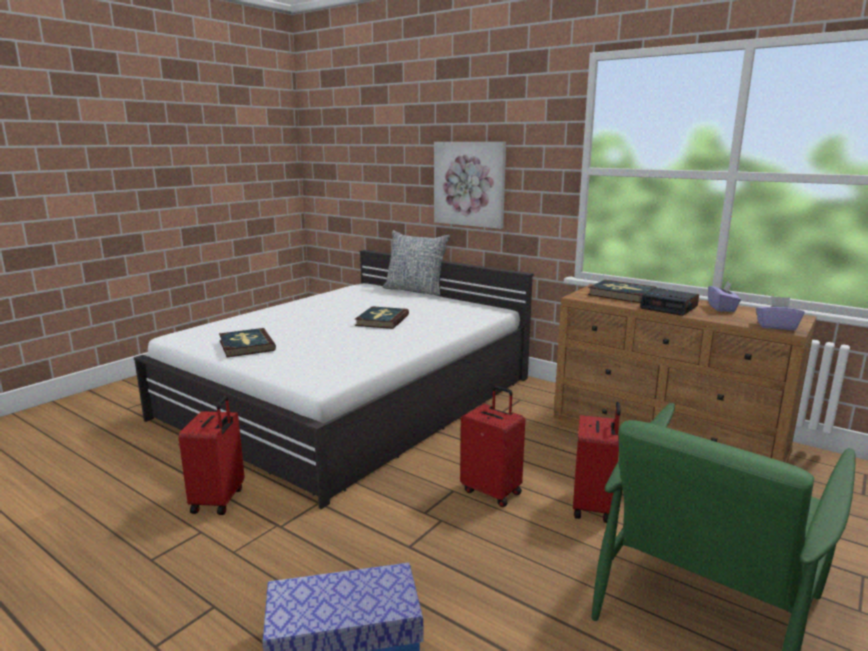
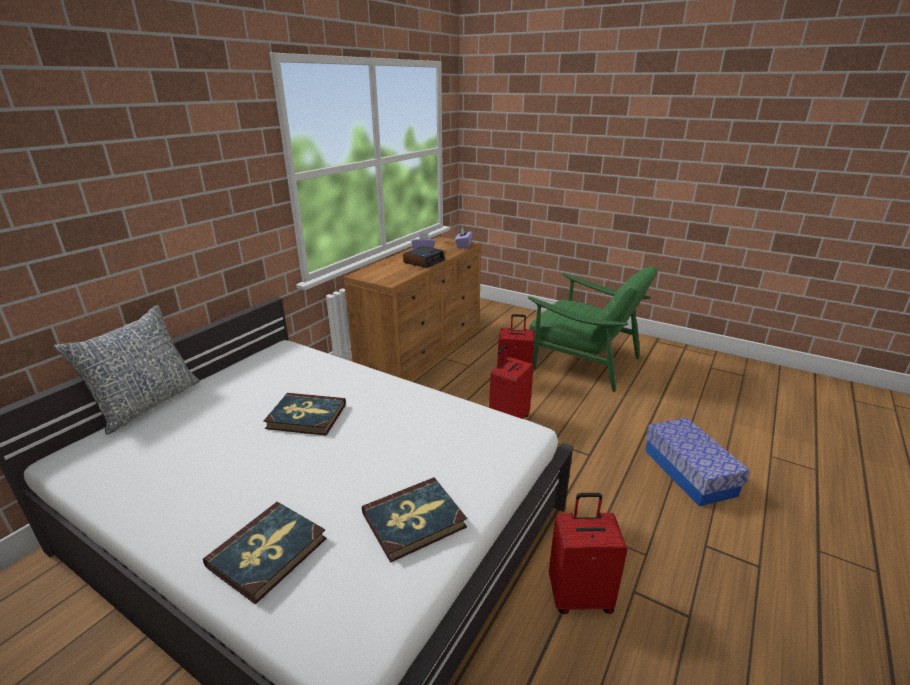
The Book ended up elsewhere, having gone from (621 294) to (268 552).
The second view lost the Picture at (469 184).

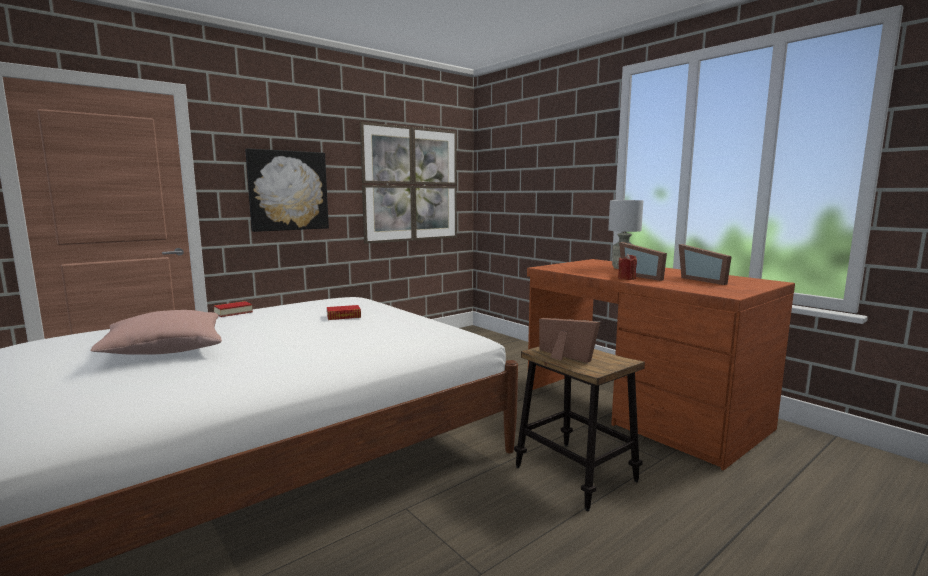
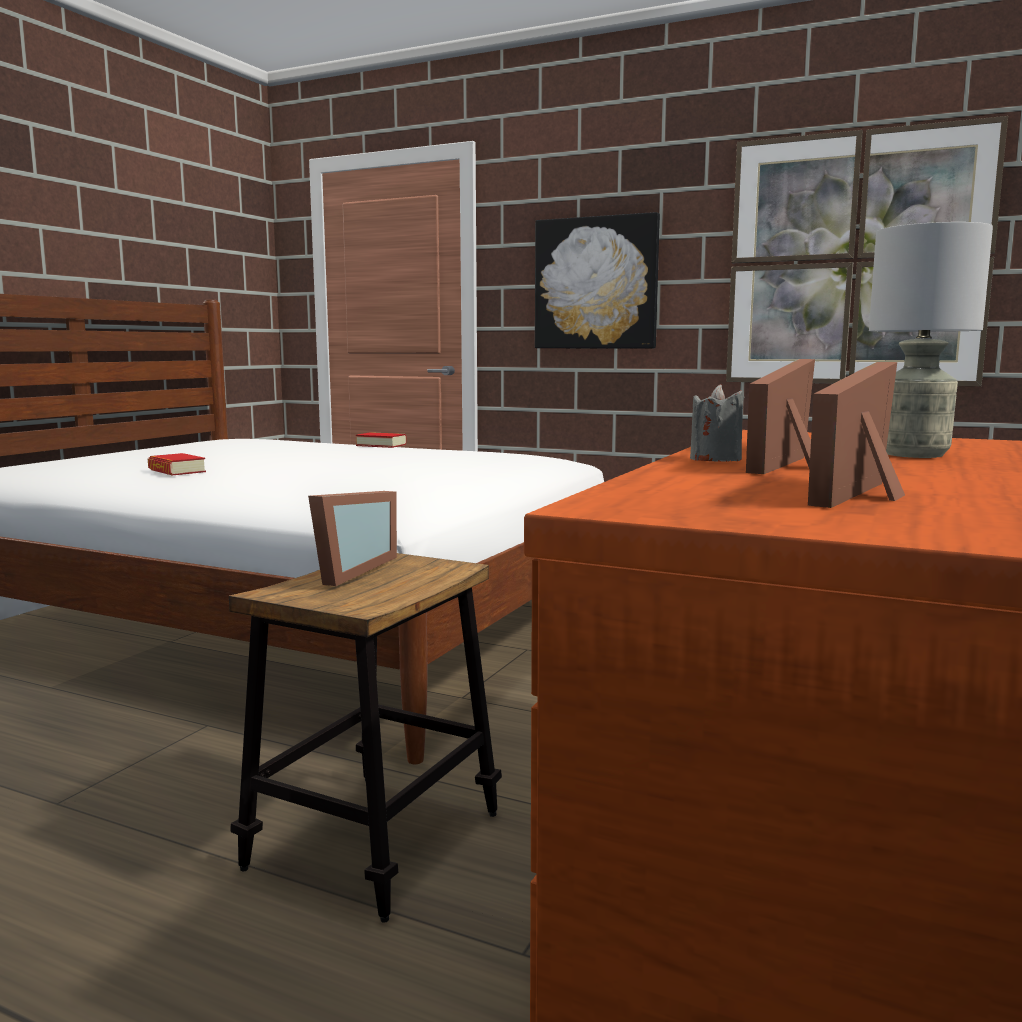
The Book ended up elsewhere, having gone from (343 316) to (177 471).
What was the RedCandle at (626 278) turned into the GreyCandle at (715 459).
The second view lost the PinkPillow at (165 350).

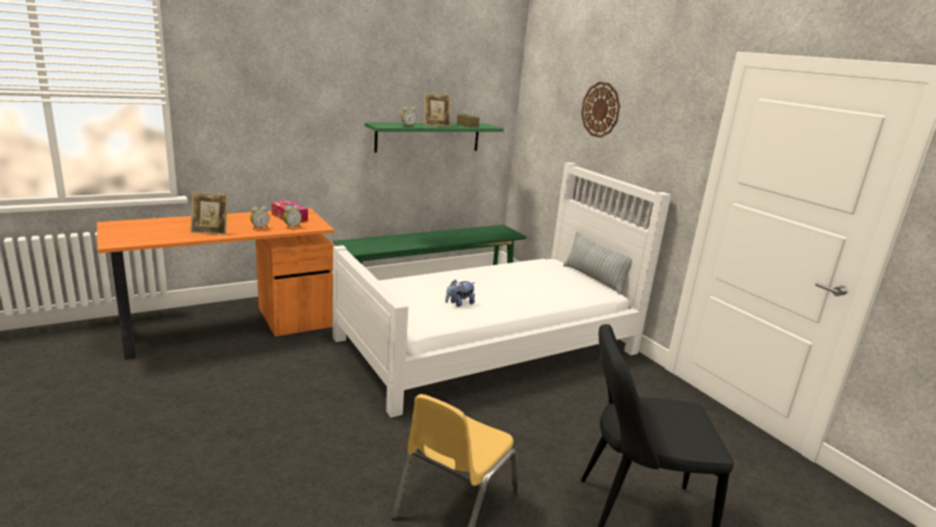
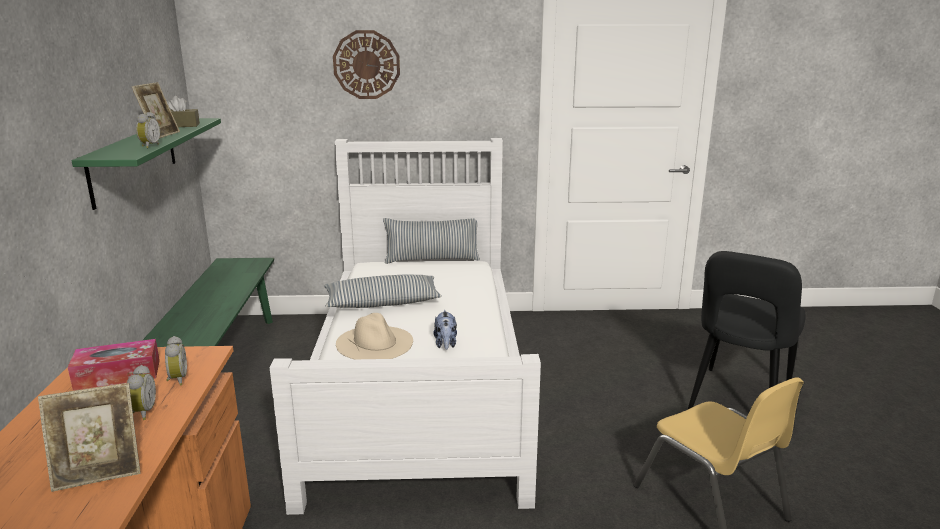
The PictureFrame at (210 232) ended up facing another way, 45 degrees clockwise from before.
The second view gained the Pillow at (383 302).
The second view gained the BeigeHat at (375 342).

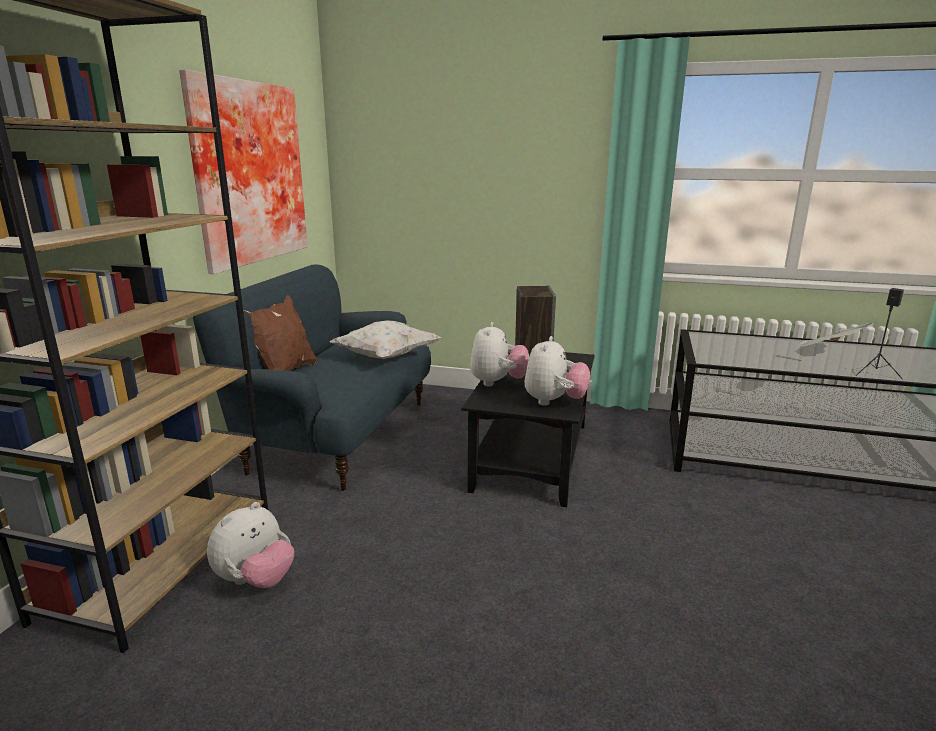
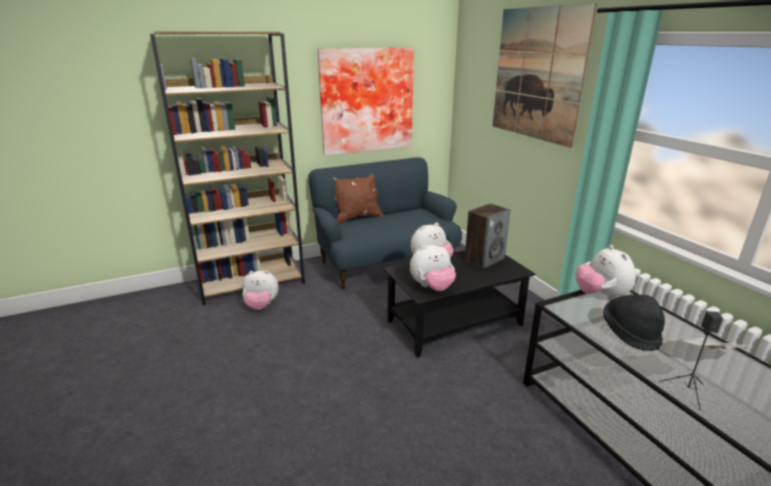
The second view gained the Picture at (537 74).
The second view gained the PlushToy at (600 295).
The second view gained the BlackHat at (630 333).
The second view lost the WhitePillow at (386 357).

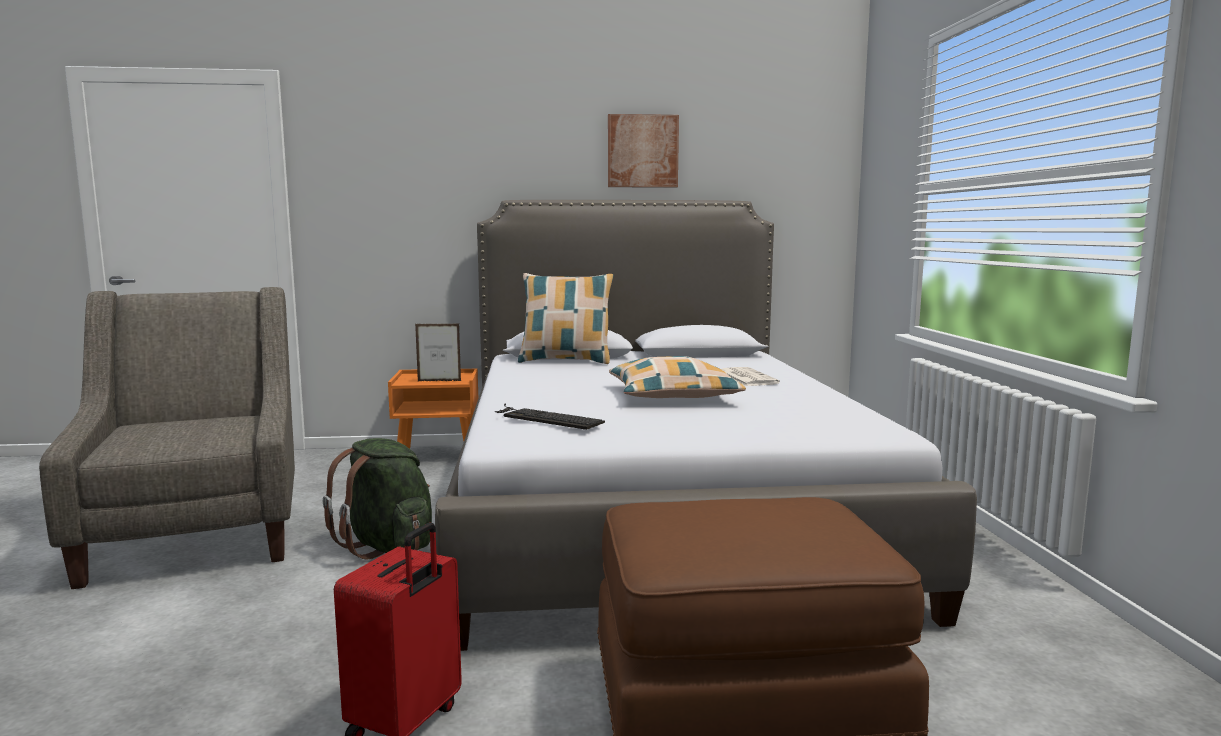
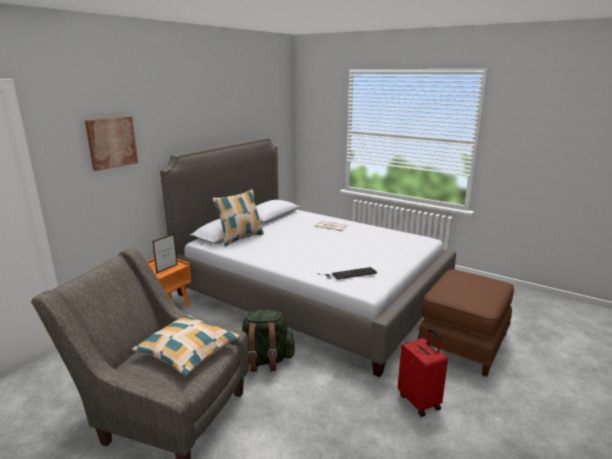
The Picture ended up elsewhere, having gone from (642 151) to (111 142).
The Pillow ended up elsewhere, having gone from (673 395) to (188 351).

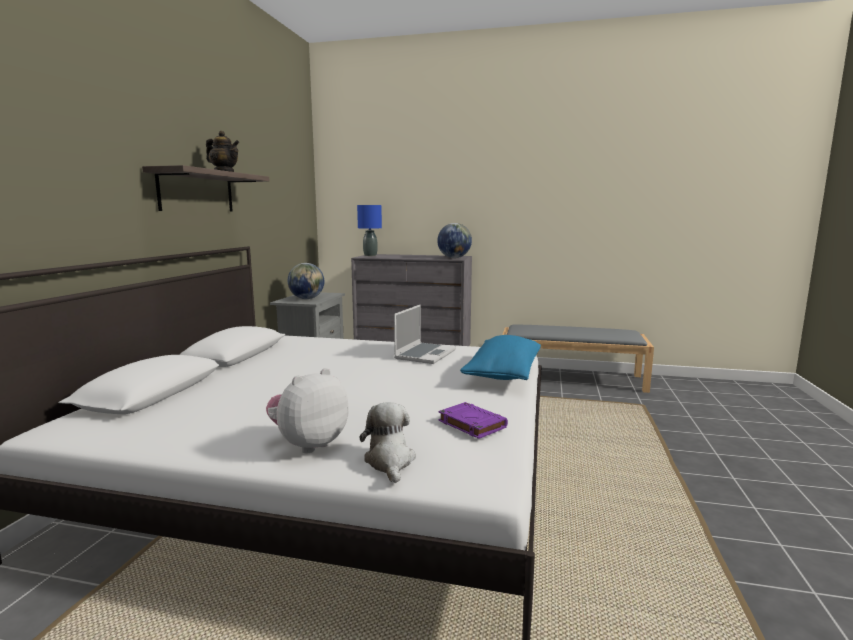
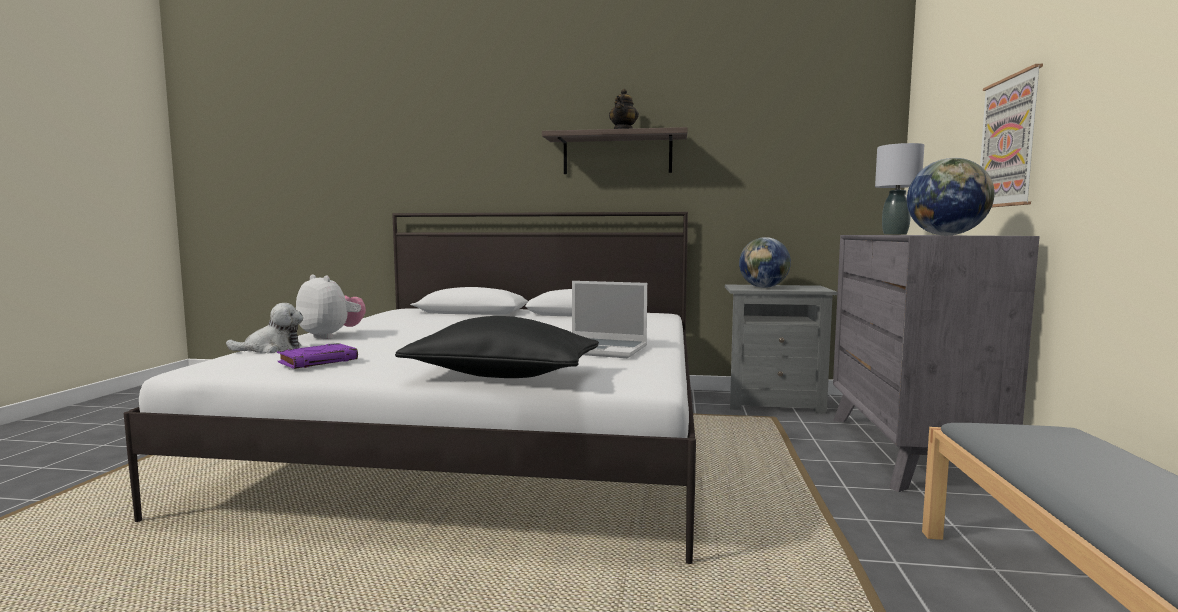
What was the BluePillow at (503 374) turned into the BlackPillow at (502 375).
What was the BlueTableLamp at (370 255) turned into the GreyTableLamp at (895 234).
The second view gained the Picture at (1008 142).

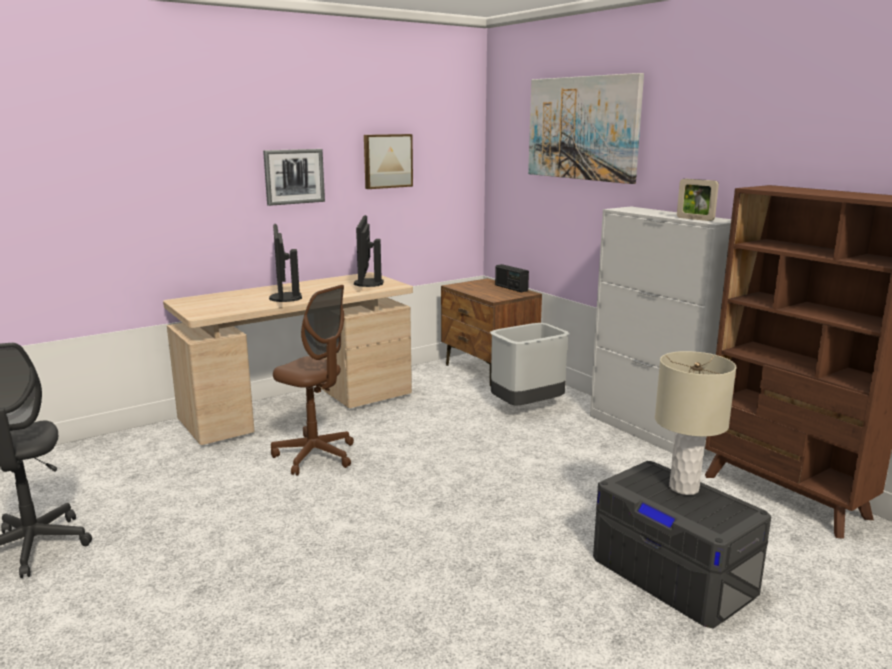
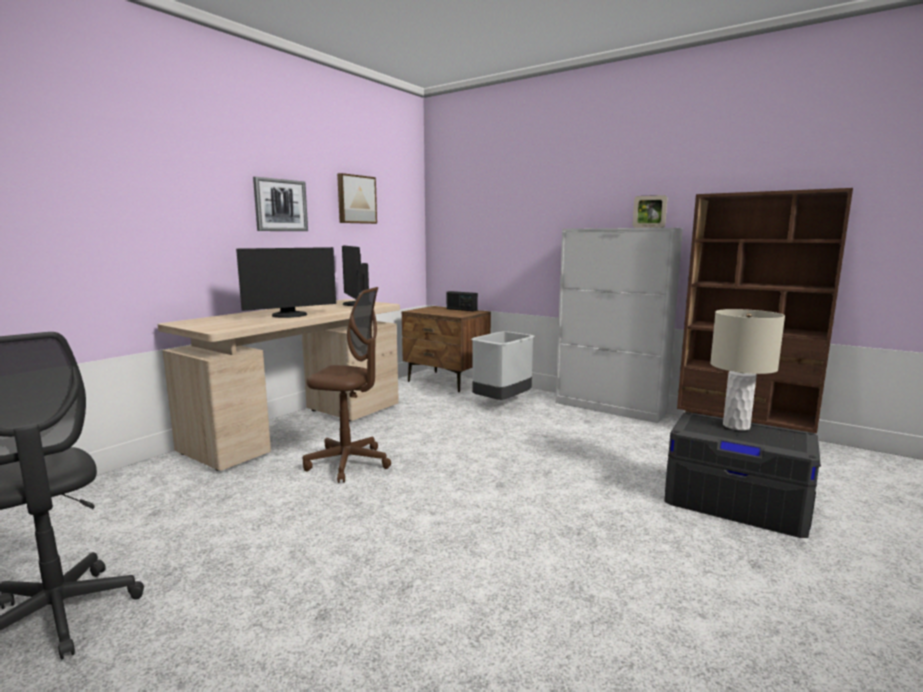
The Monitor at (284 298) ended up facing another way, 90 degrees counterclockwise from before.
The second view lost the Picture at (582 128).

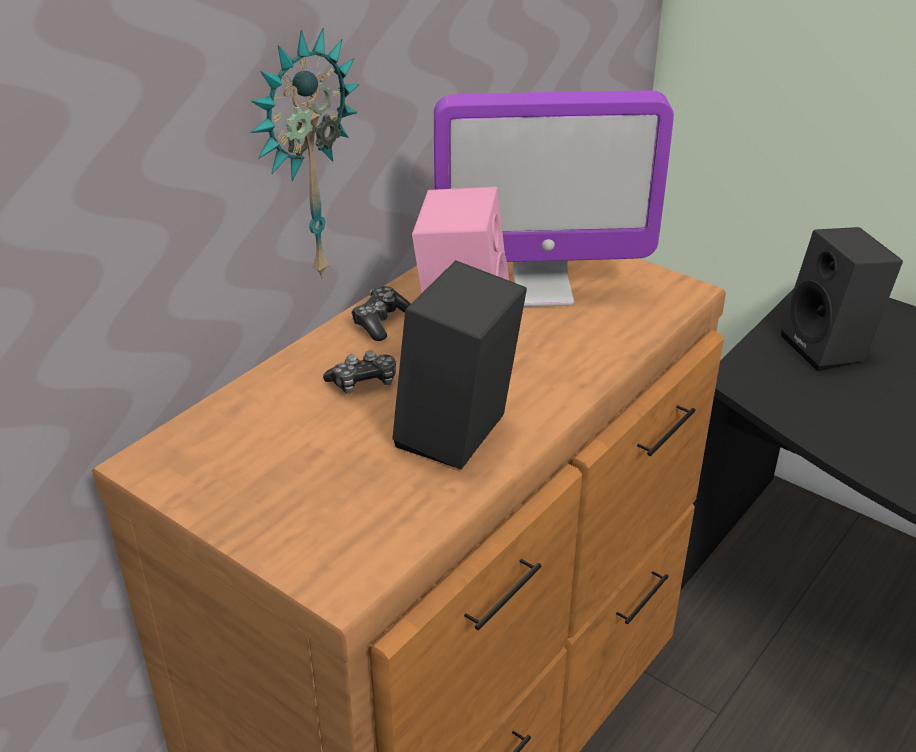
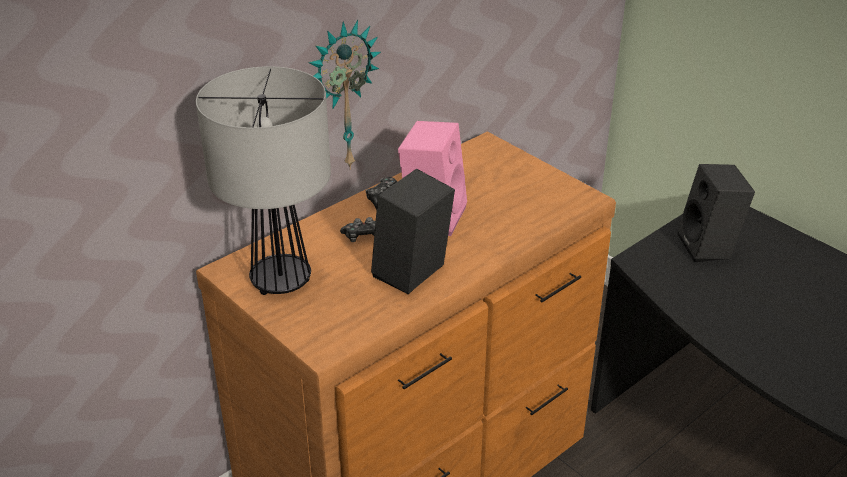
The second view gained the TableLamp at (280 280).
The second view lost the Monitor at (542 290).

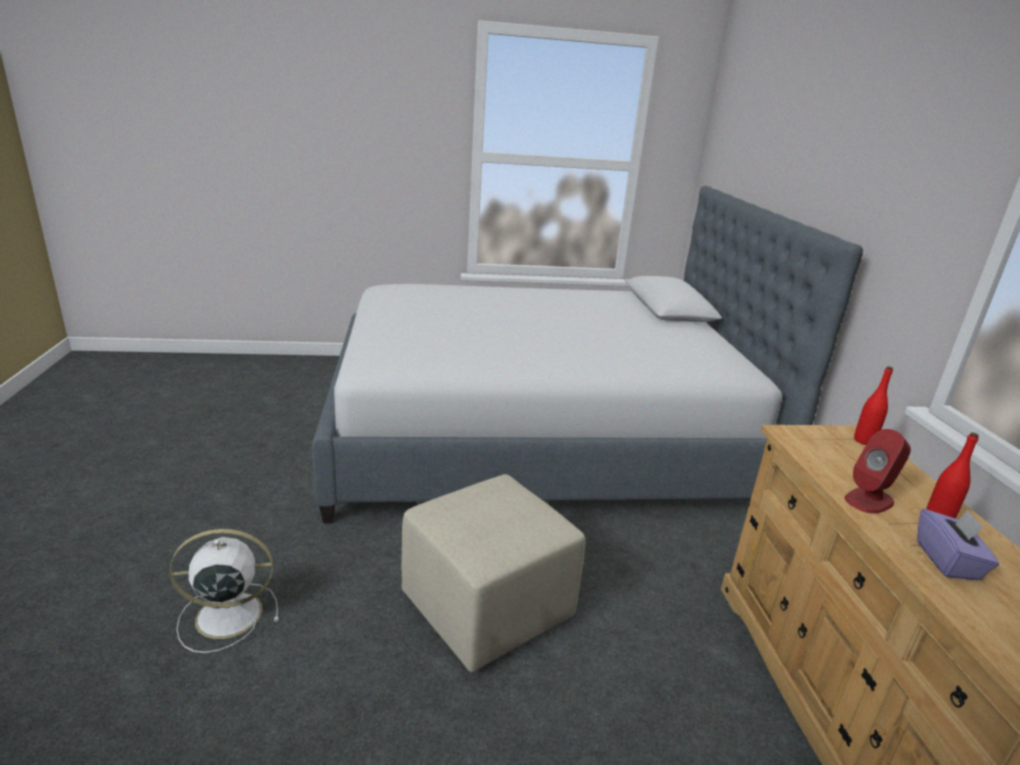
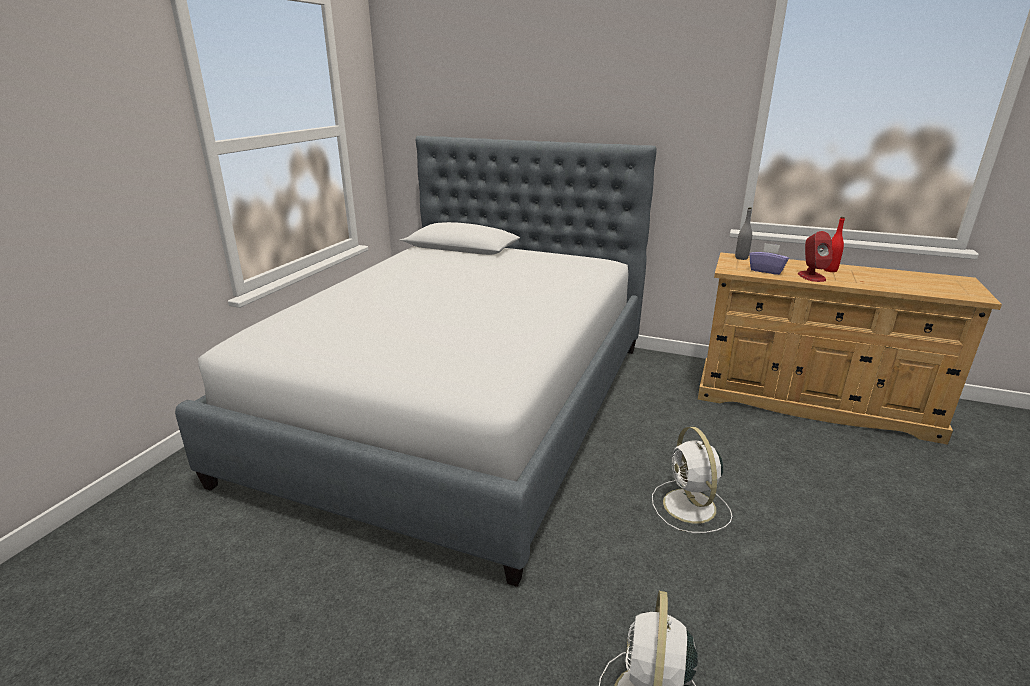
Where the BeigeOttoman stood at (486 609), the WhiteFan came to stand at (690 507).
What was the RedBottle at (864 441) turned into the GreyBottle at (741 258).
The PurpleTissueBox ended up elsewhere, having gone from (947 561) to (766 270).

